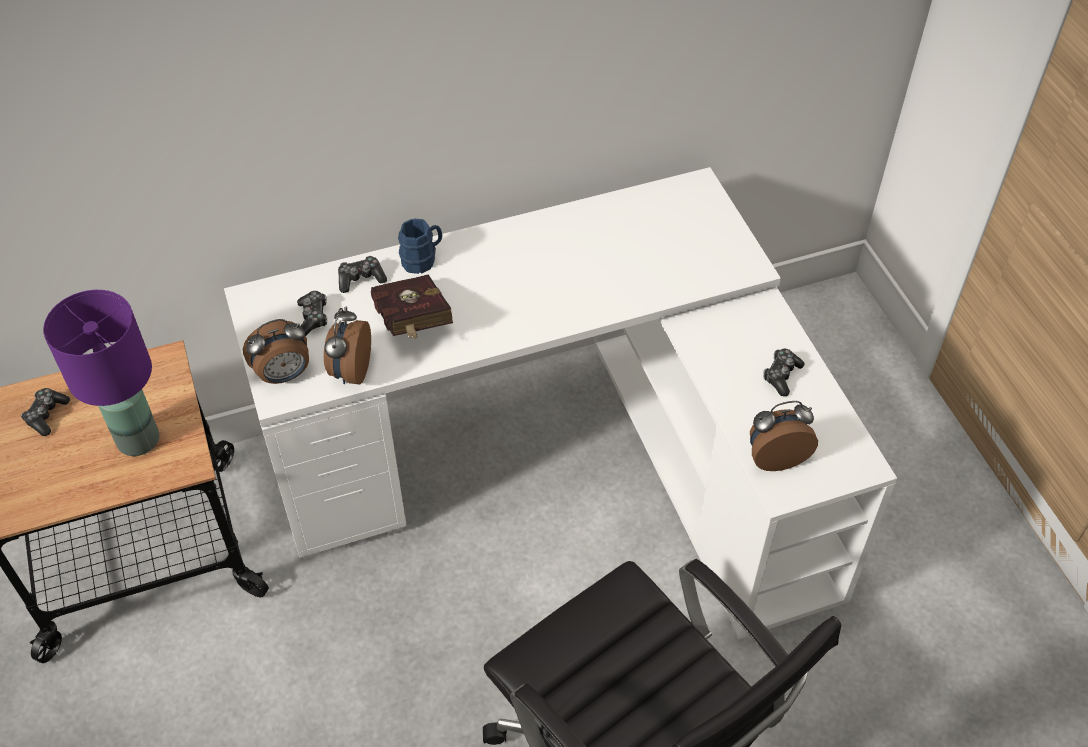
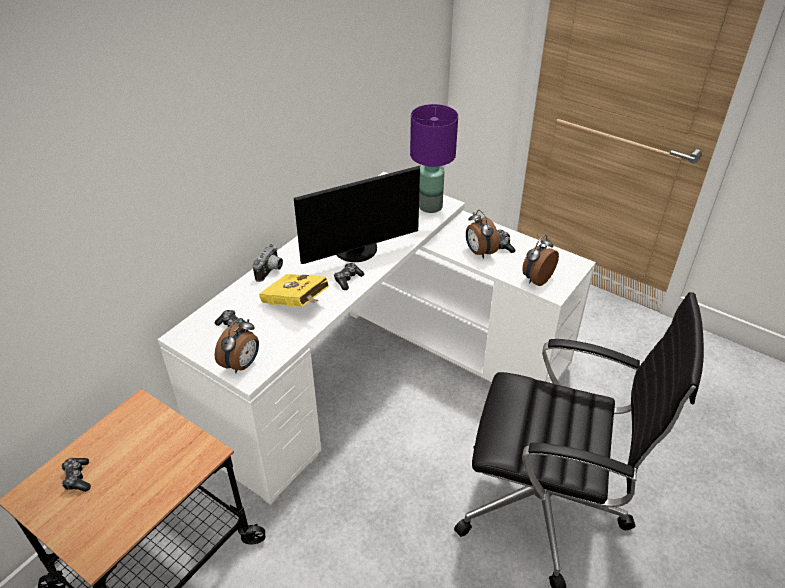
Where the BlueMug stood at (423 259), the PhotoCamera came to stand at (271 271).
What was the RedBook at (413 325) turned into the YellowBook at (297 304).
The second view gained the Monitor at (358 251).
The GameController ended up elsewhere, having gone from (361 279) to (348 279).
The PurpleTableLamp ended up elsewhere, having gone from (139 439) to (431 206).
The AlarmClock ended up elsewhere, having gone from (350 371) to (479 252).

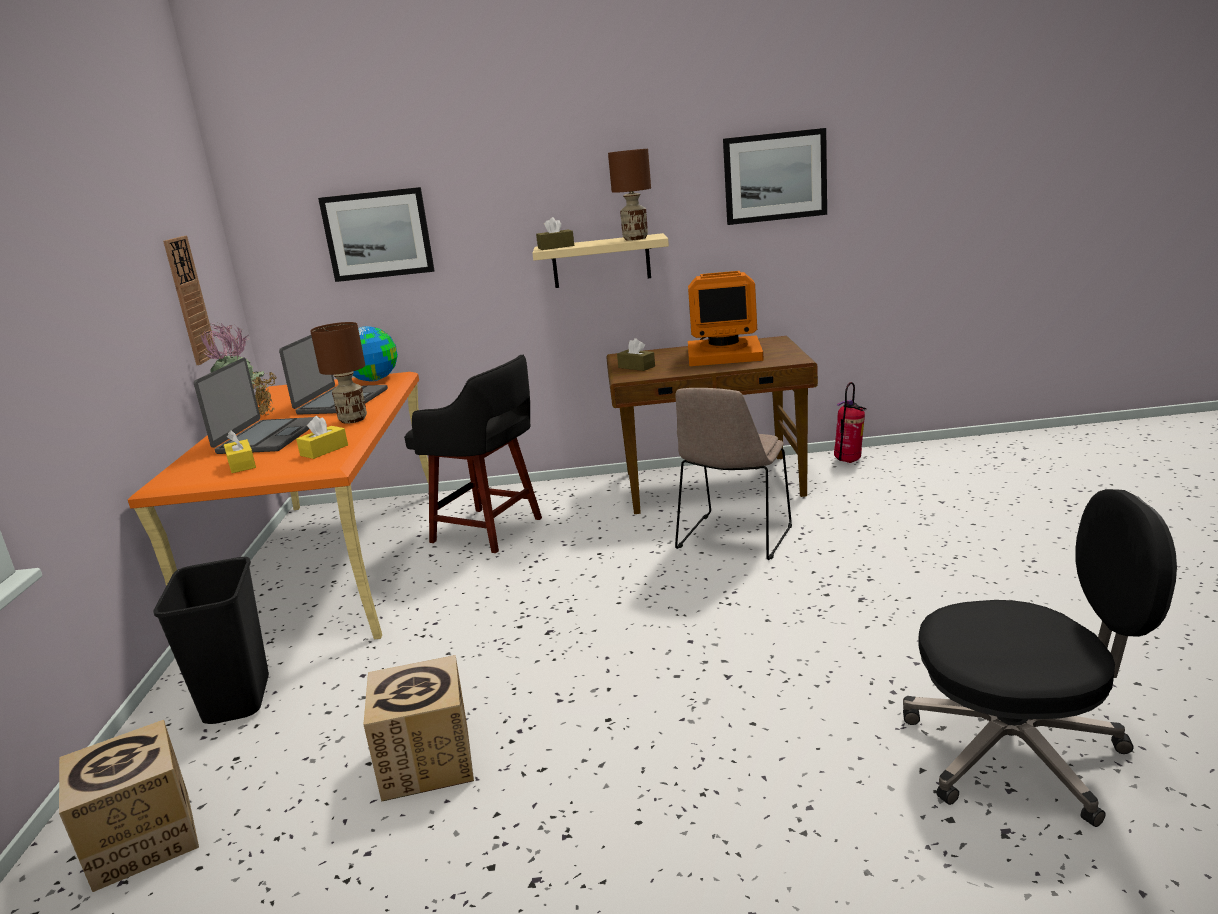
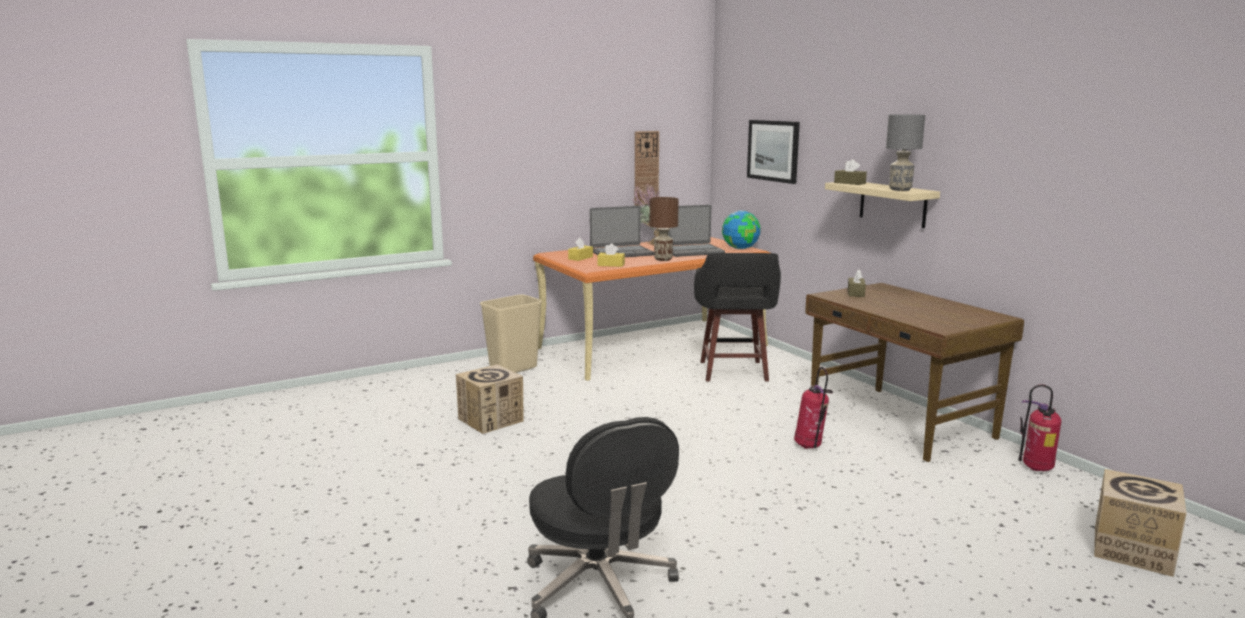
What was the BlackTrashCan at (236 700) turned into the BeigeTrashCan at (513 369).
Where the BeigeChair stood at (734 539), the FireExtinguisher came to stand at (810 447).
What was the BrownTableLamp at (635 239) turned into the GreyTableLamp at (900 189).
The CardboardBox ended up elsewhere, having gone from (142 840) to (1132 550).
The second view lost the Monitor at (724 354).
The second view lost the Picture at (775 177).

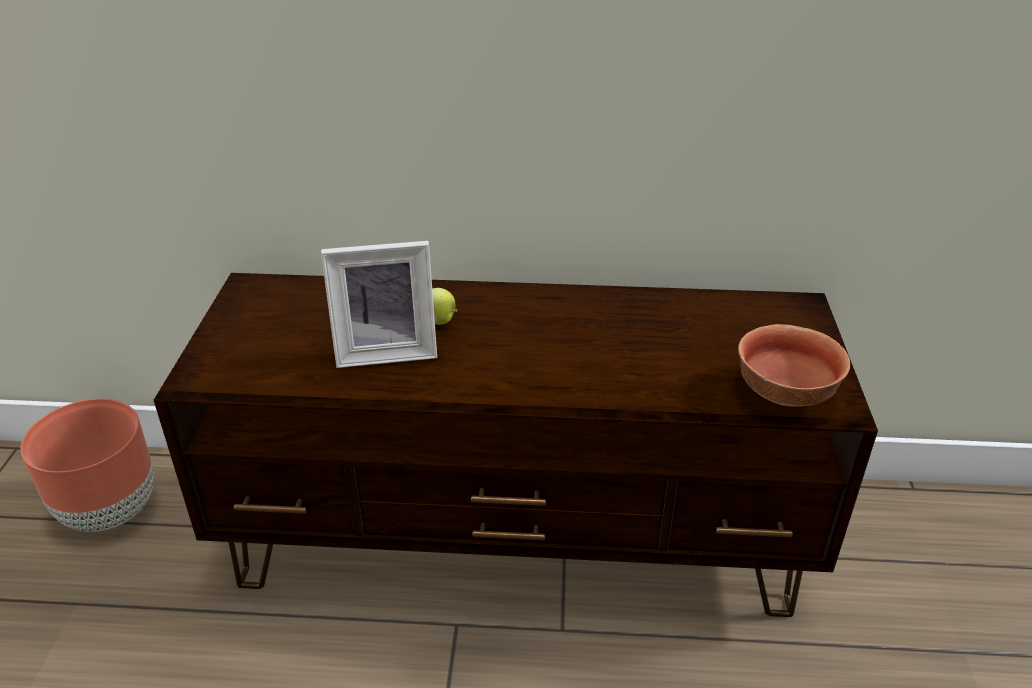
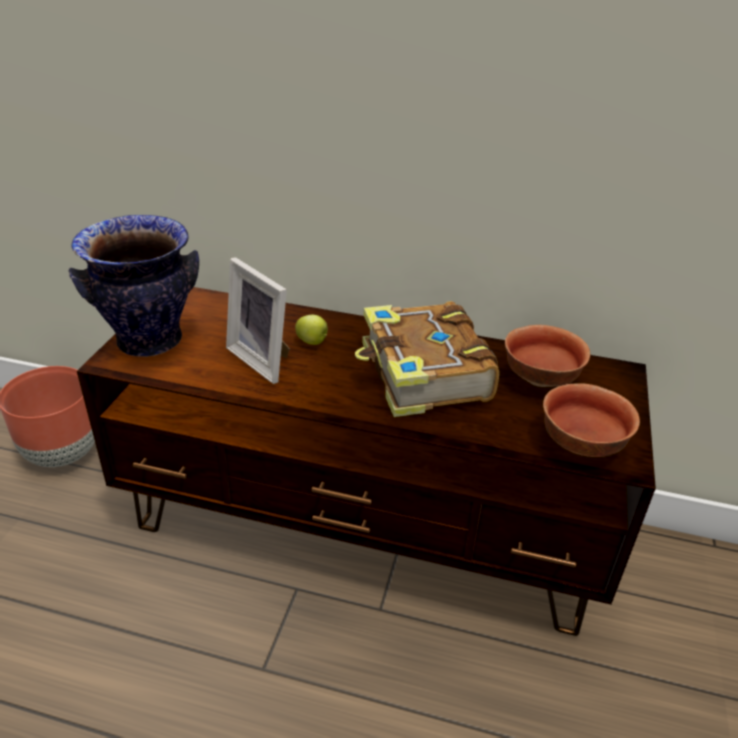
The second view gained the Vase at (149 341).
The PictureFrame at (386 350) ended up facing another way, 45 degrees clockwise from before.
The second view gained the Book at (423 375).
The second view gained the Bowl at (538 379).

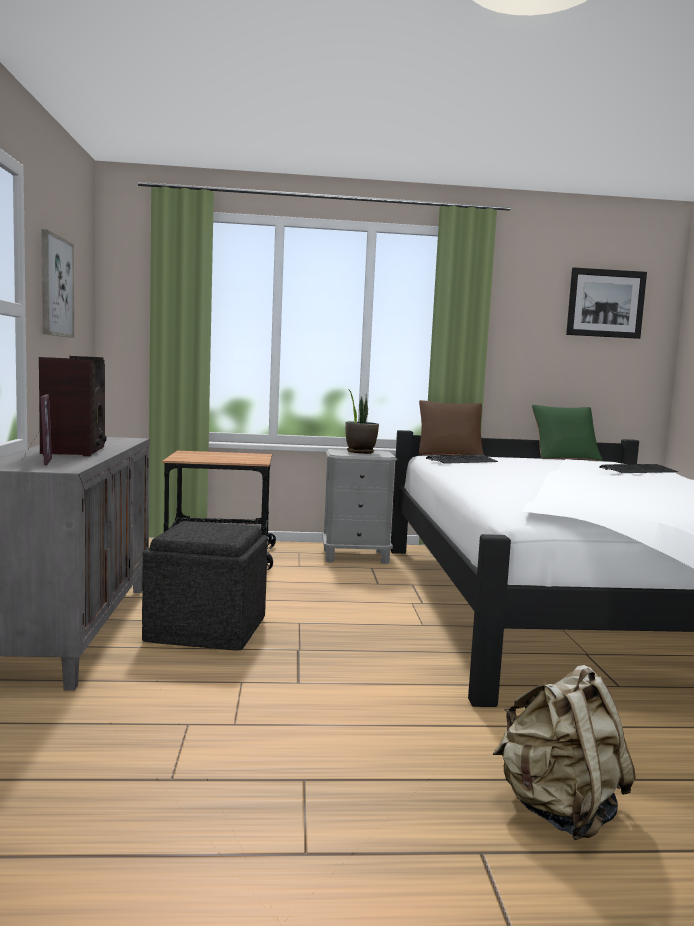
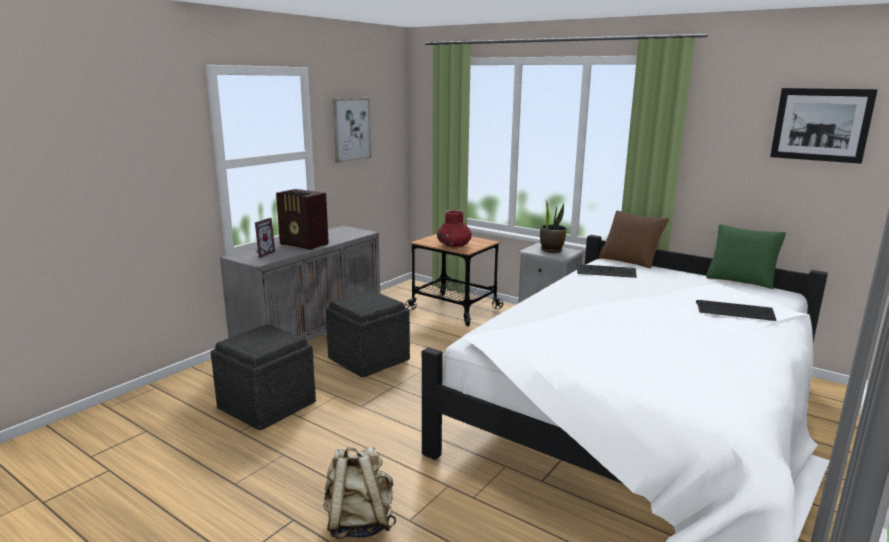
The second view gained the GreyOttoman at (268 405).
The Radio at (76 451) ended up facing another way, 90 degrees clockwise from before.
The second view gained the RedVase at (454 245).

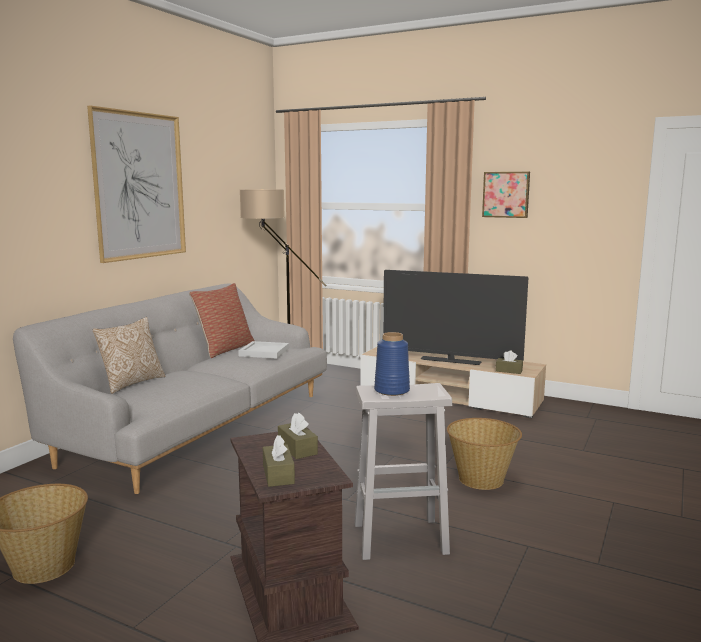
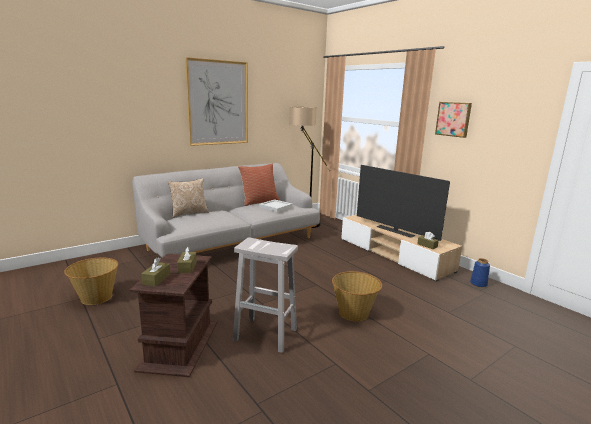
The BlueVase ended up elsewhere, having gone from (392 391) to (478 284).

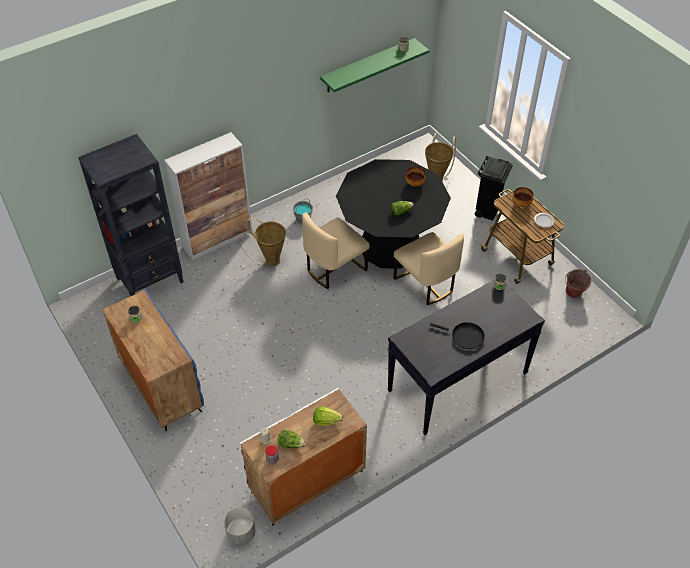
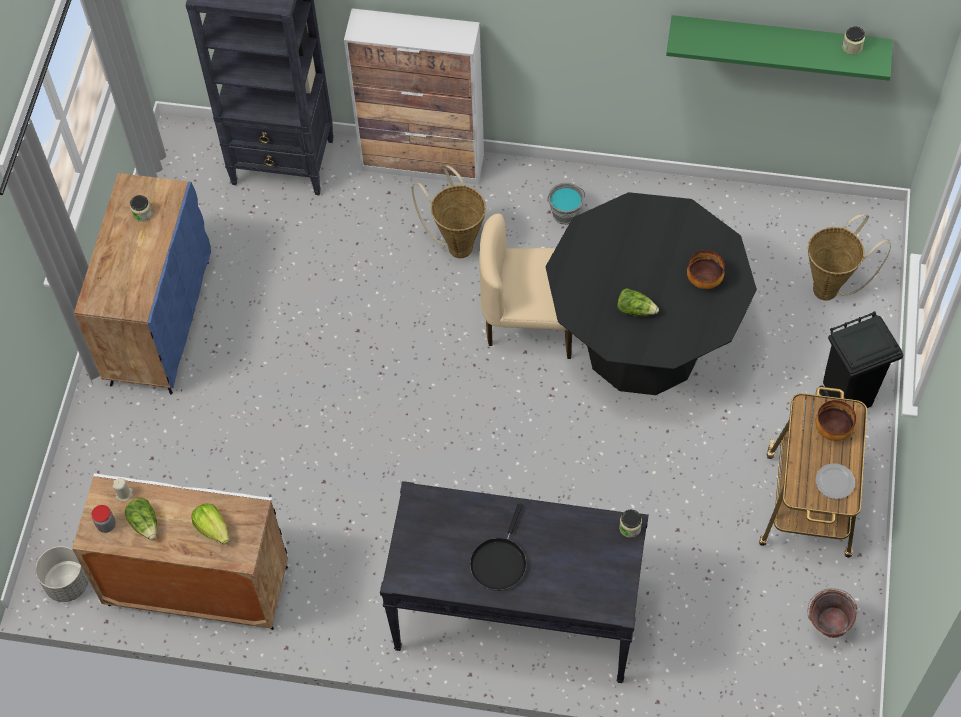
The BlackFryingPan at (465 336) ended up facing another way, 45 degrees clockwise from before.
The second view lost the BeigeChair at (425 283).

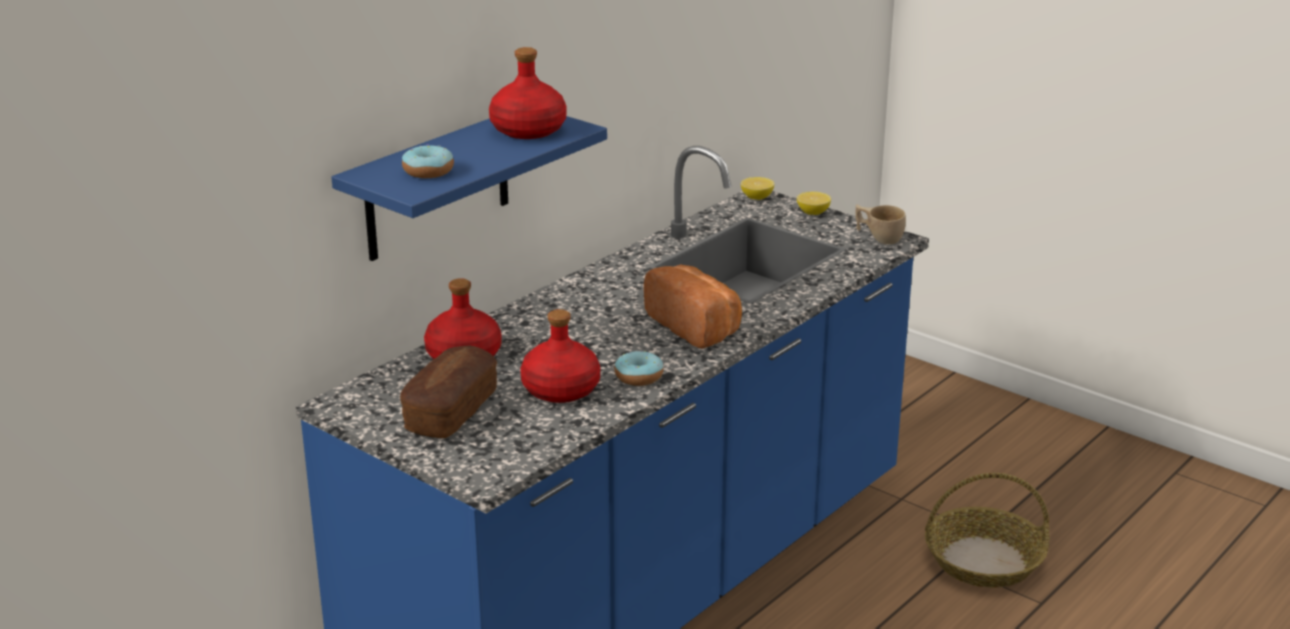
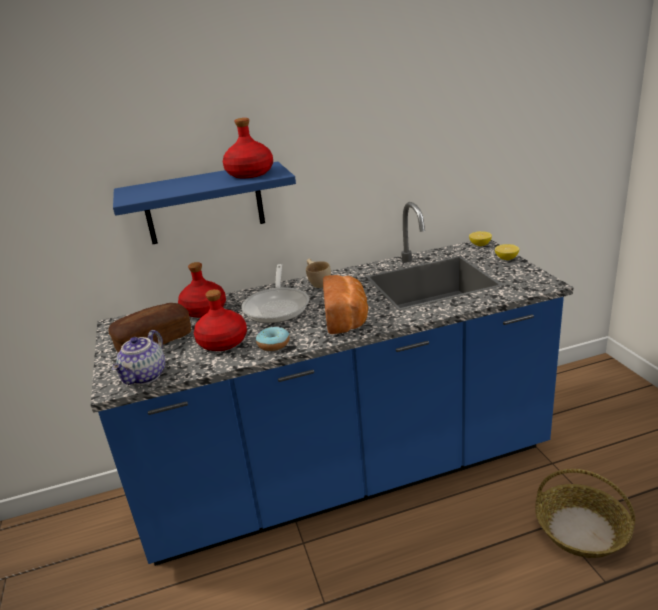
The second view gained the Teapot at (145 377).
The second view gained the FryingPan at (277 306).
The BeigeCup ended up elsewhere, having gone from (878 237) to (318 282).
The second view lost the Donut at (428 171).

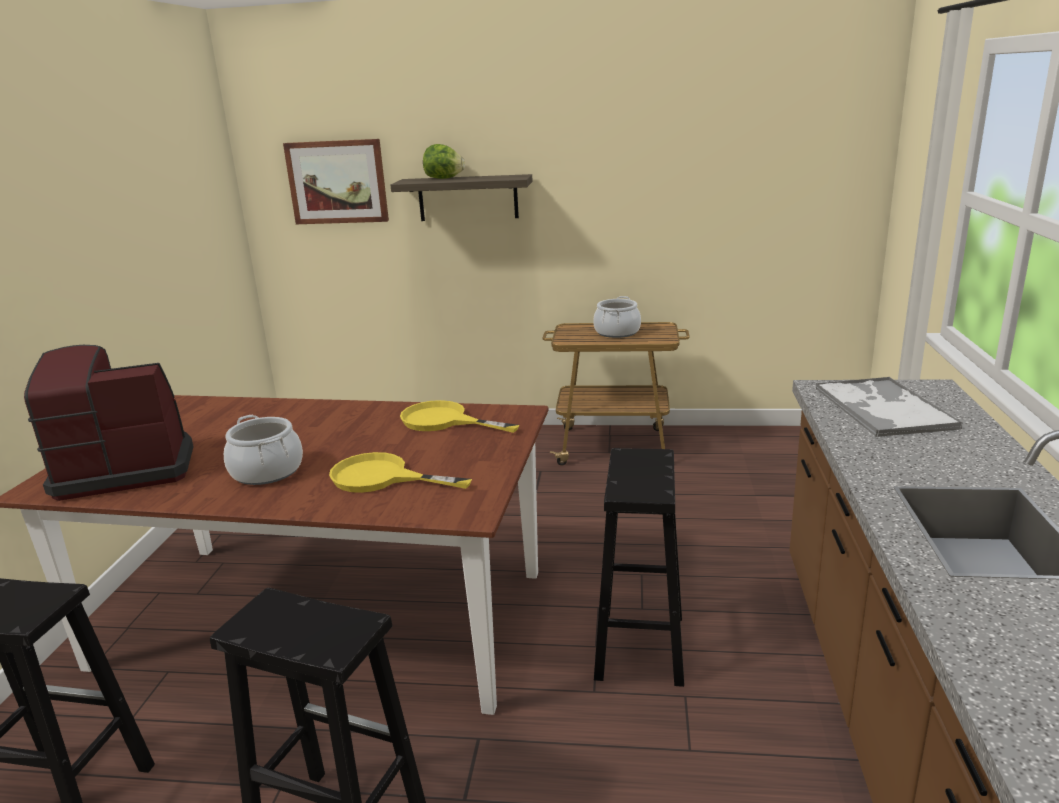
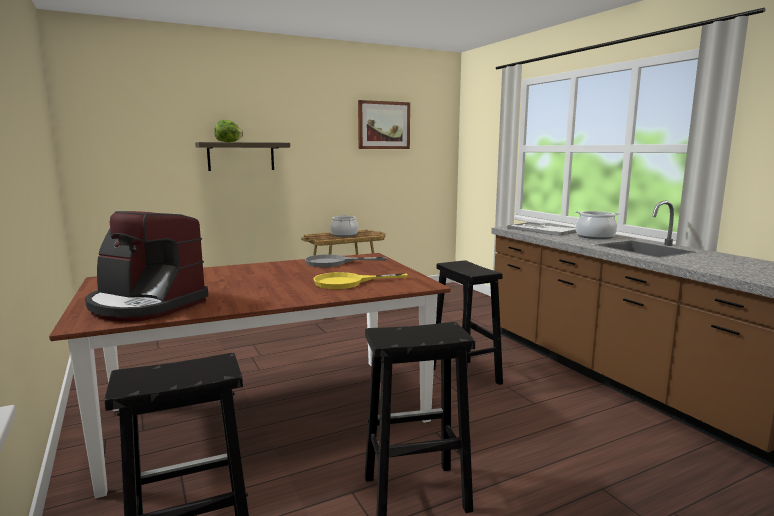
The CoffeeMachine at (125 469) ended up facing another way, 105 degrees counterclockwise from before.
What was the YellowFryingPan at (444 421) turned into the GreyFryingPan at (334 262).
The Picture ended up elsewhere, having gone from (337 182) to (383 125).
The CookingPot ended up elsewhere, having gone from (266 471) to (595 236).

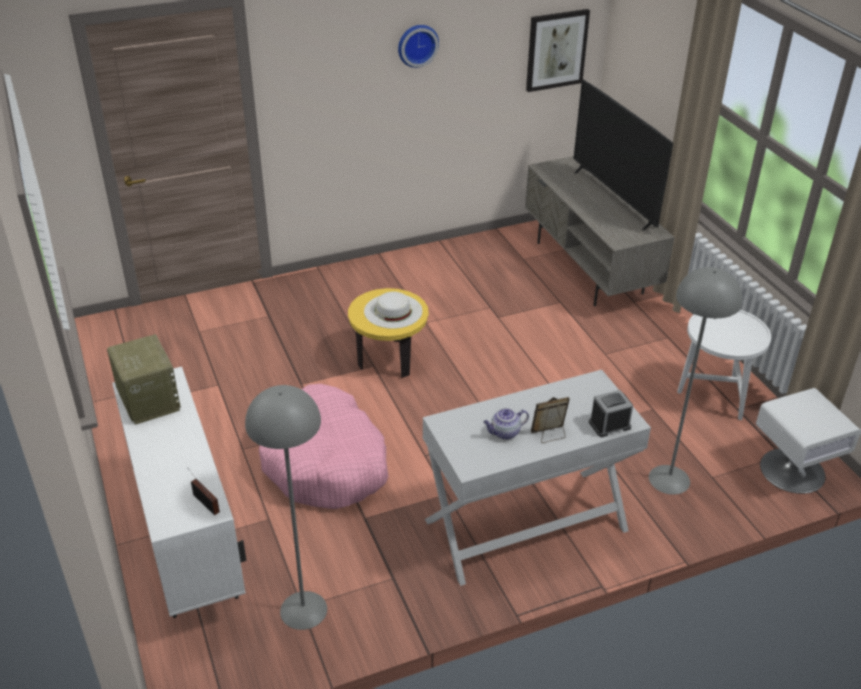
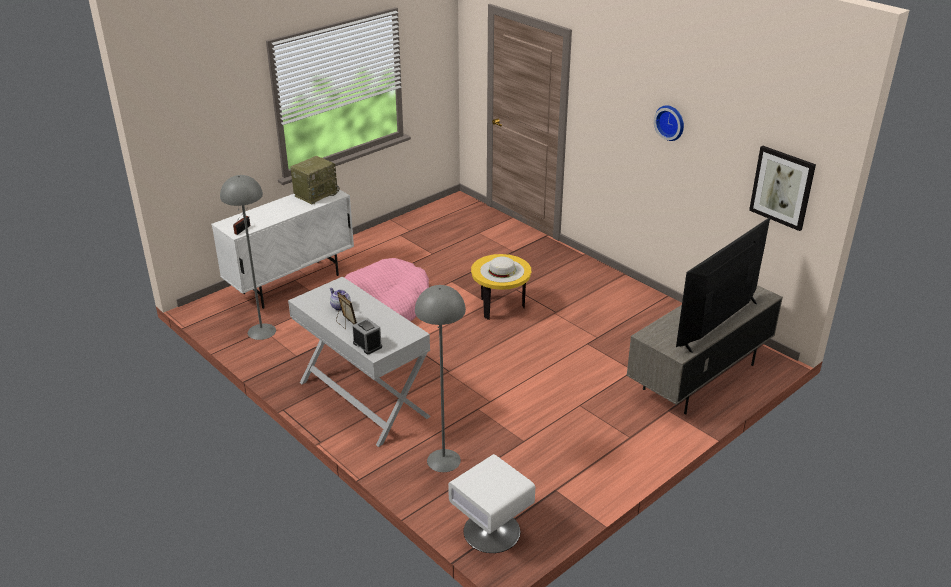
The second view lost the WhiteSideTable at (714 395).

